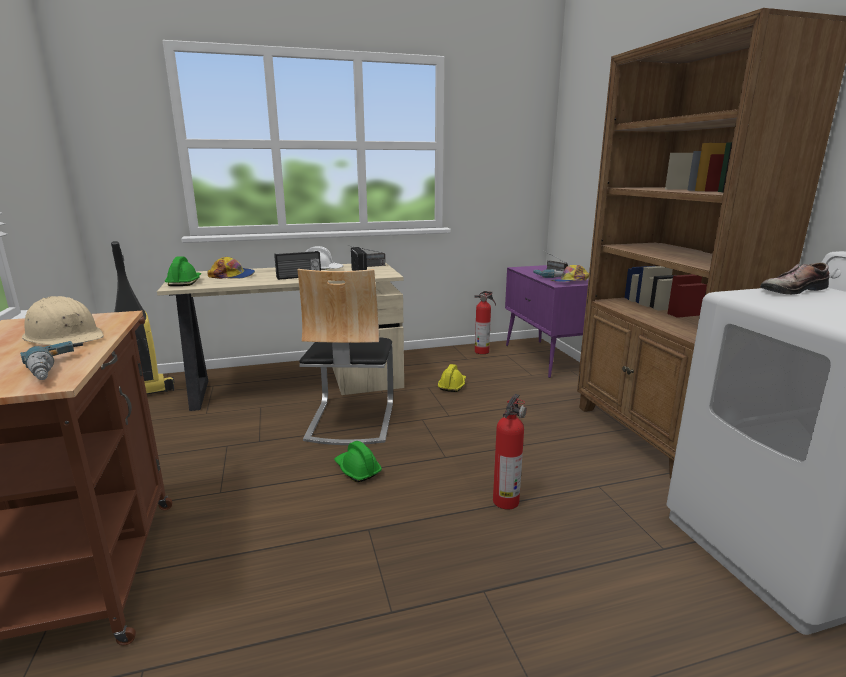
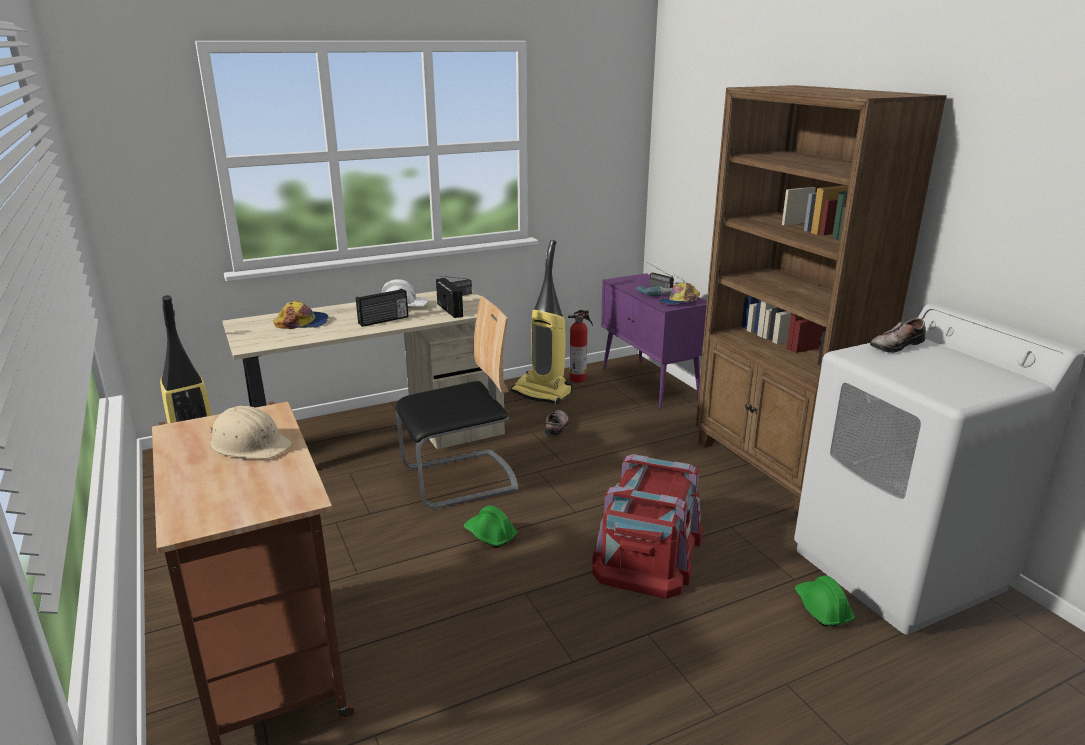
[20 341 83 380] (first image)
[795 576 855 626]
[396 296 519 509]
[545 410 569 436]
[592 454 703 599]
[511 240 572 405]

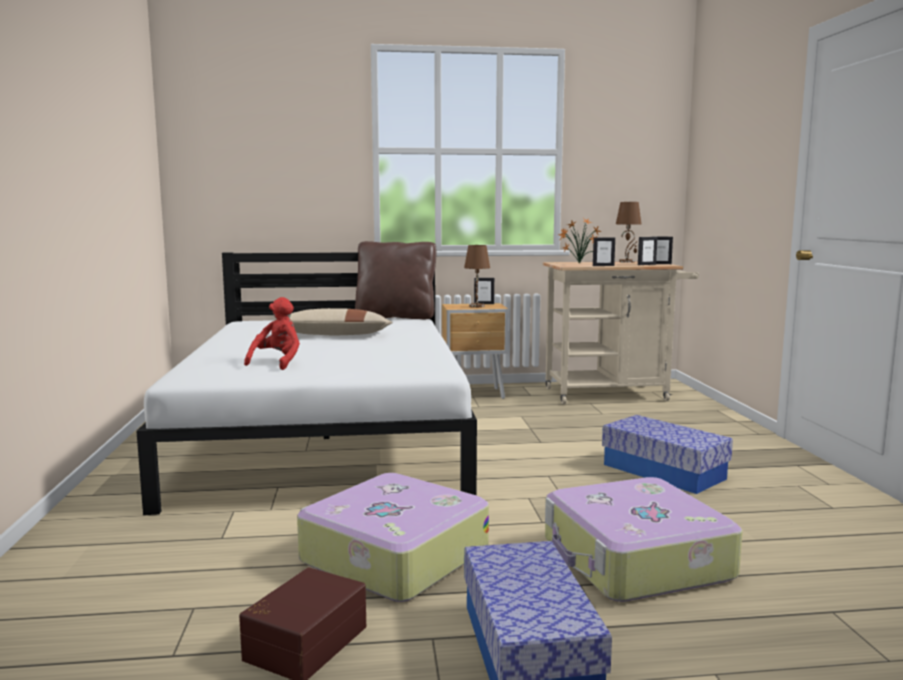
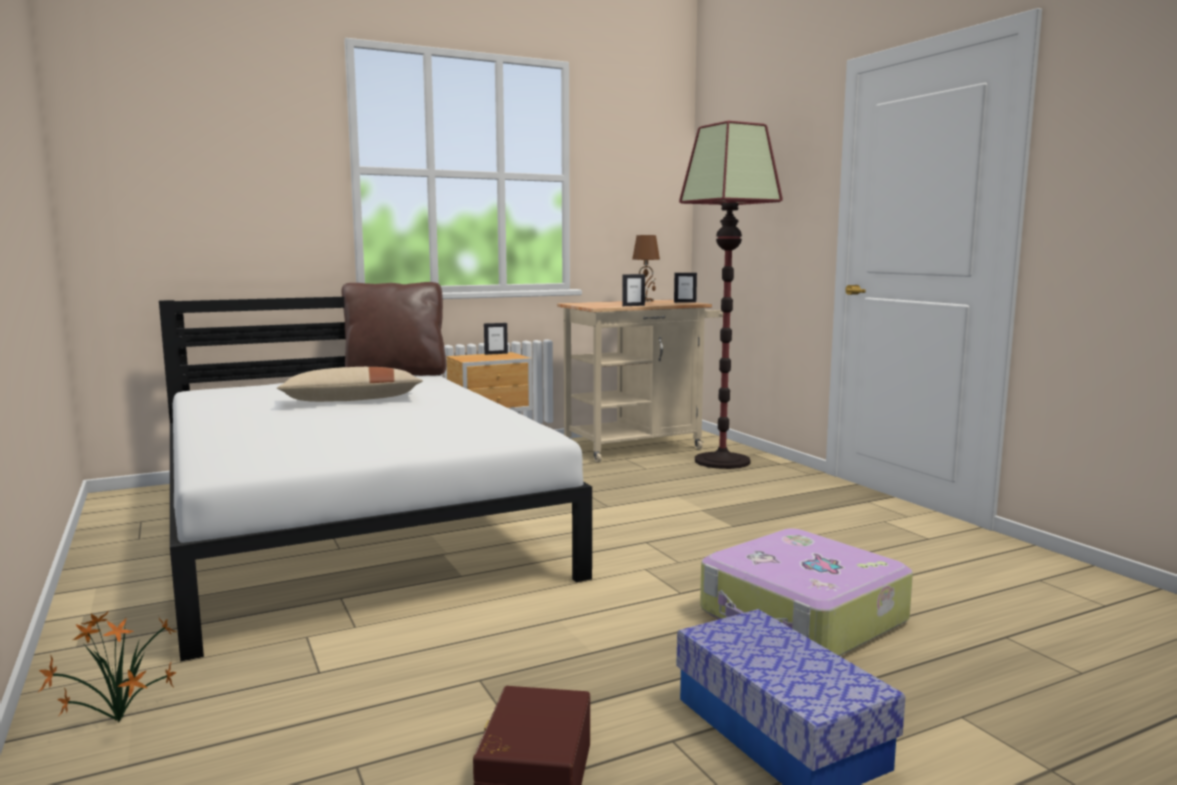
[244 297 300 370] (first image)
[297 473 489 602] (first image)
[464 245 490 308] (first image)
[38 612 177 722]
[602 415 733 494] (first image)
[638 237 657 265] (first image)
[679 121 783 469]

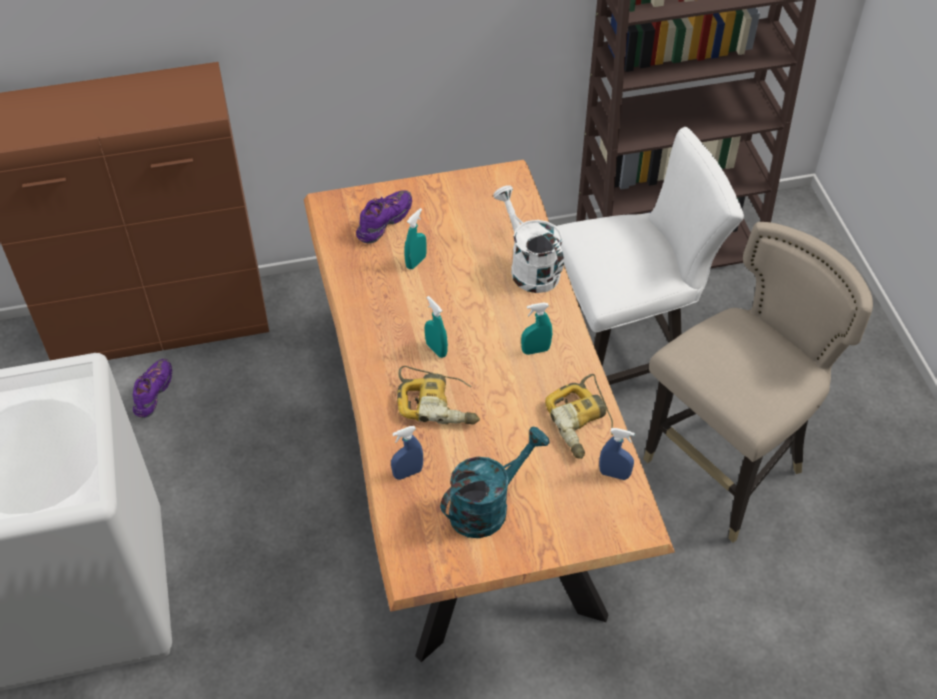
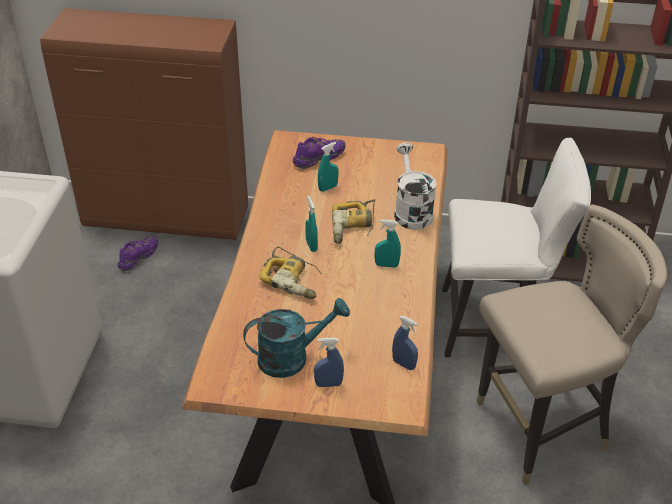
[314 338 344 387]
[332 199 376 244]

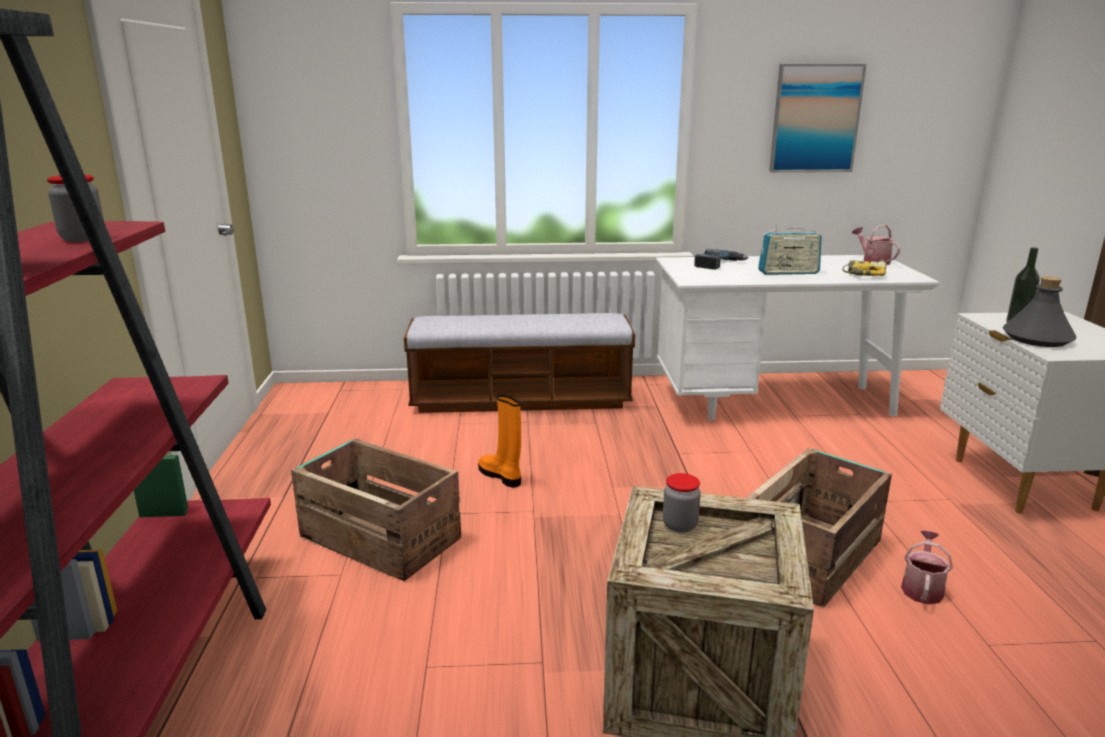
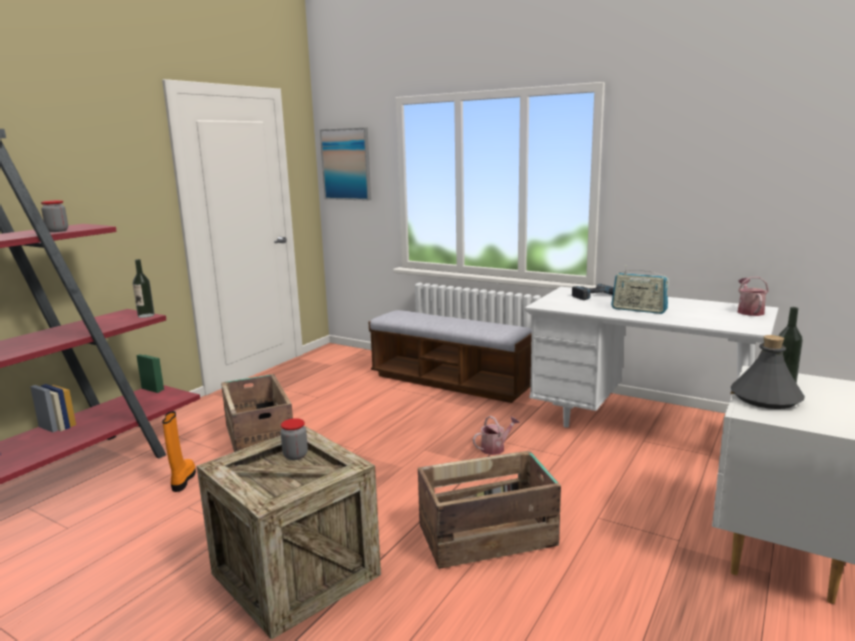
[162 411 196 492]
[320 128 371 201]
[843 260 886 276] (first image)
[473 416 520 455]
[133 259 155 318]

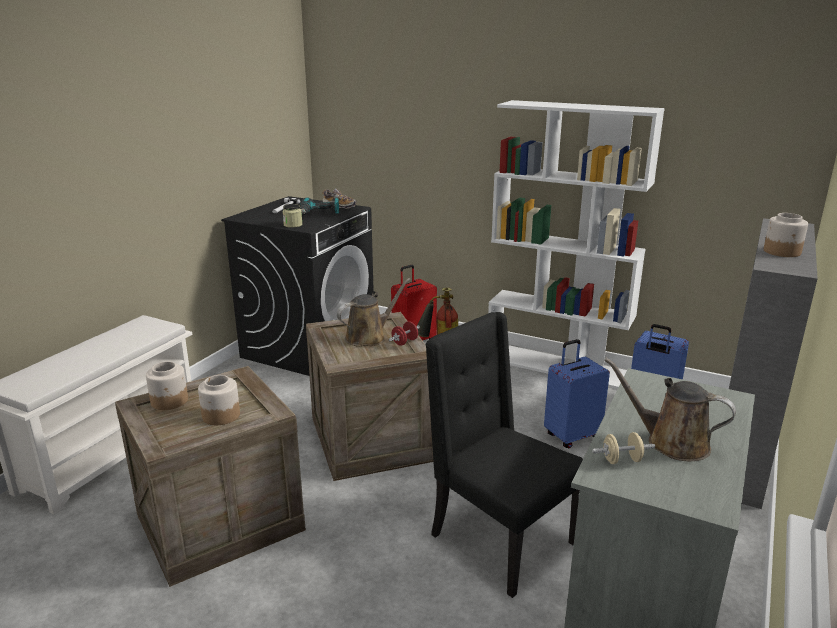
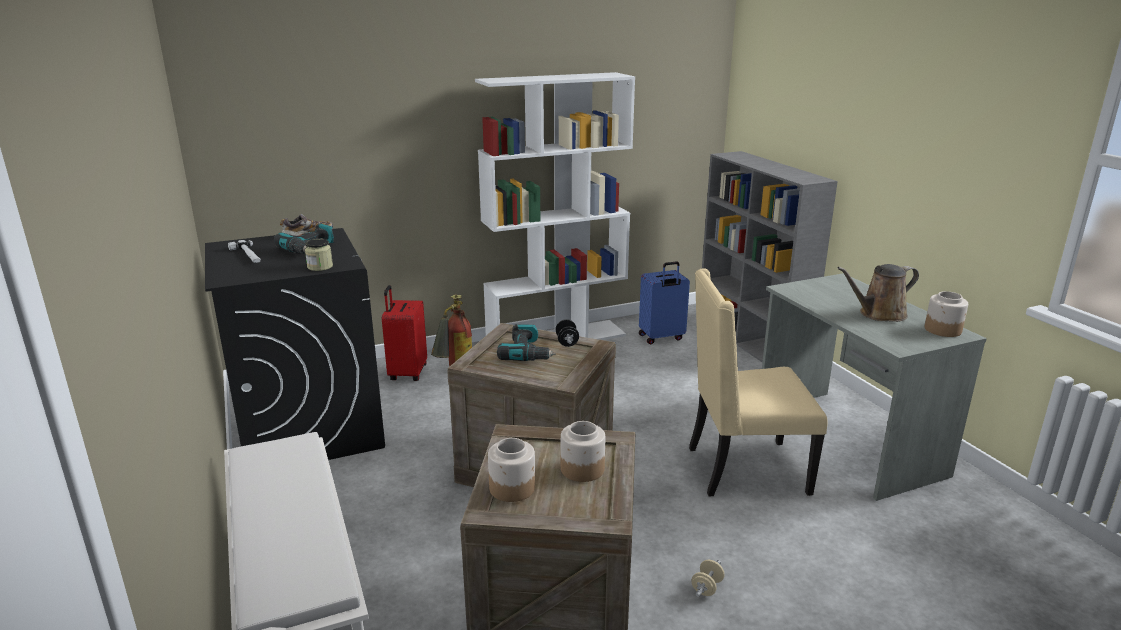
[497 324 556 361]
[555 319 579 347]
[689 268 828 496]
[544 339 610 448] (first image)
[691 560 725 597]
[925 291 968 337]

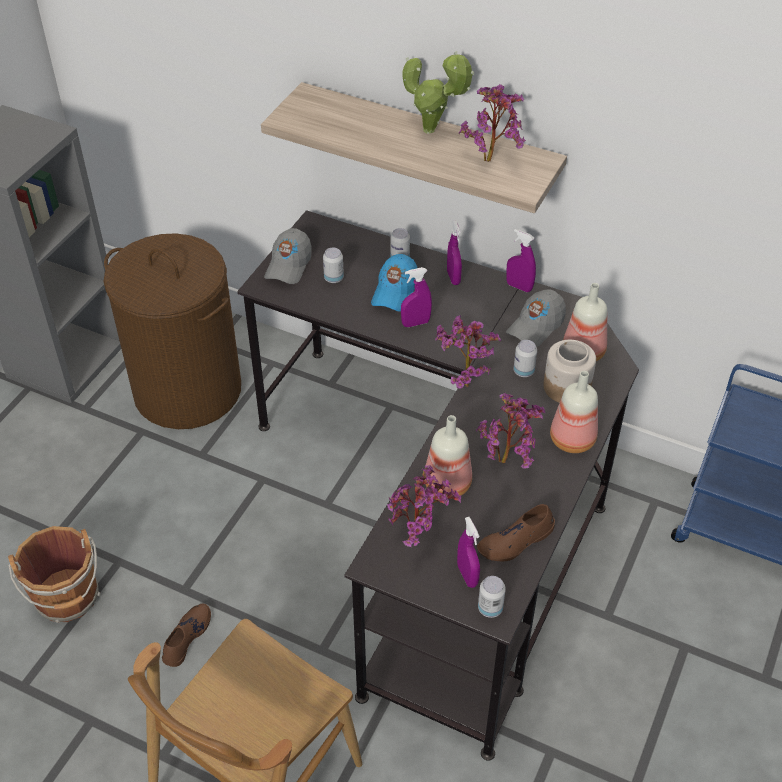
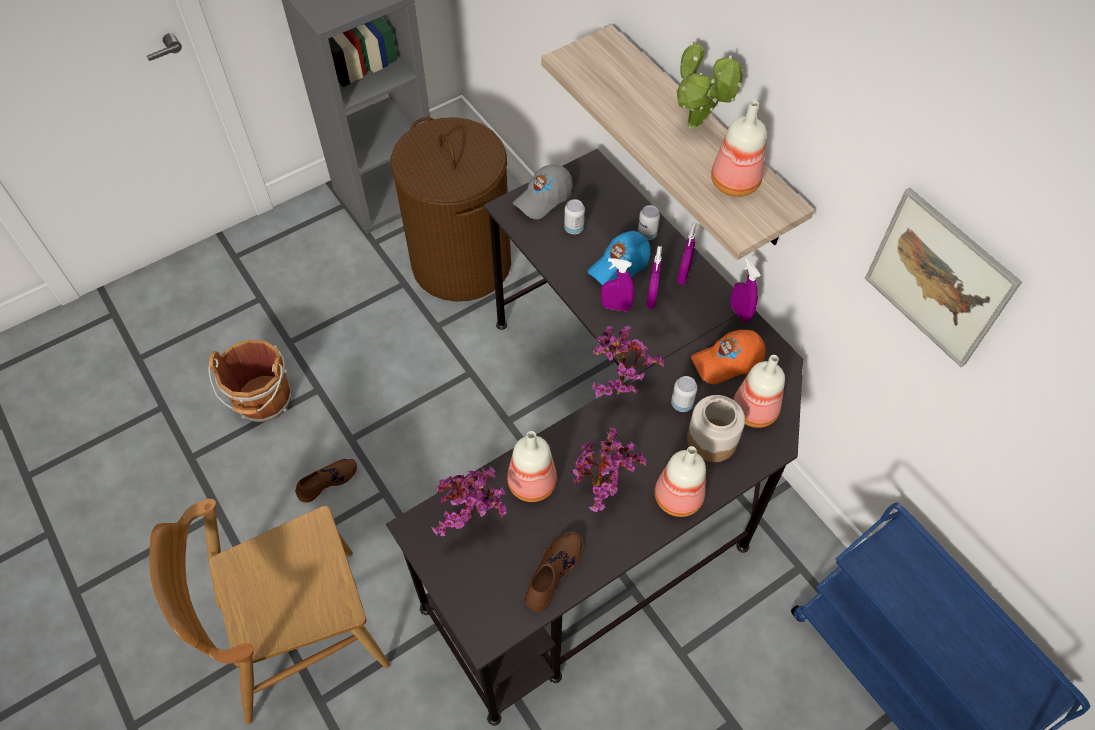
[646 246 662 309]
[711 100 767 197]
[524 531 583 612]
[478 576 506 618] (first image)
[691 330 766 384]
[865 188 1022 367]

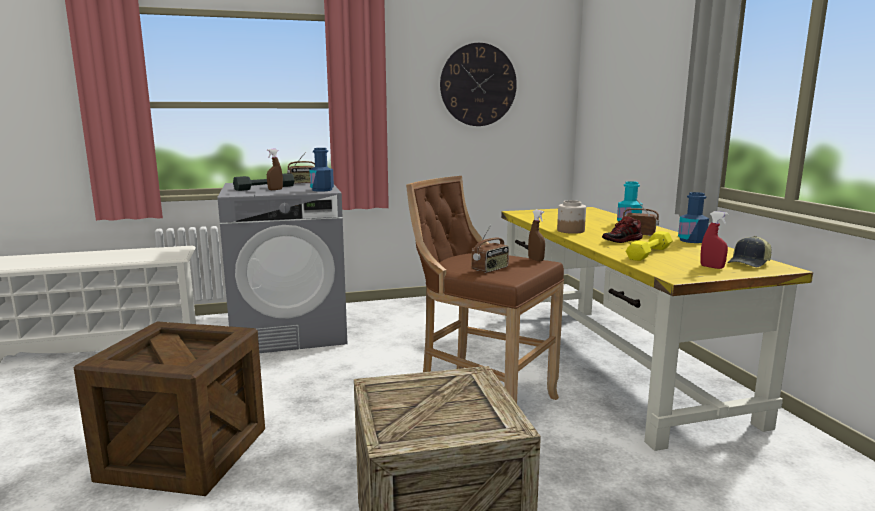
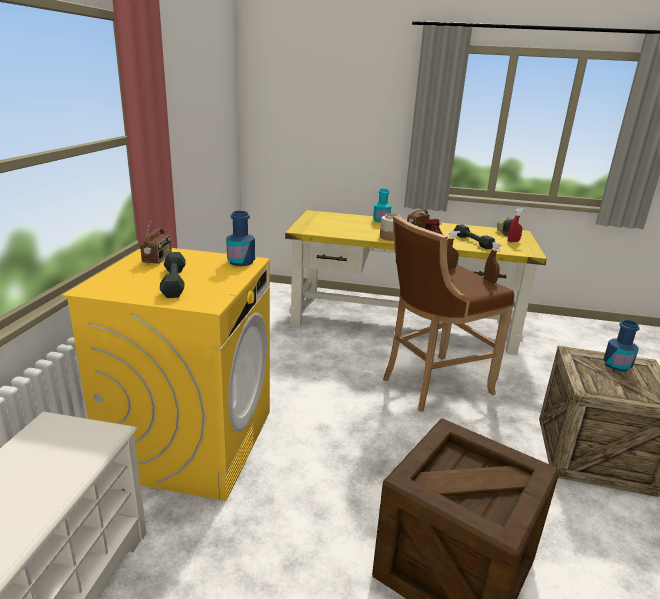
[62 248 270 501]
[484 242 502 283]
[440 43 517 126] (first image)
[471 225 509 273] (first image)
[454 225 495 250]
[604 320 640 371]

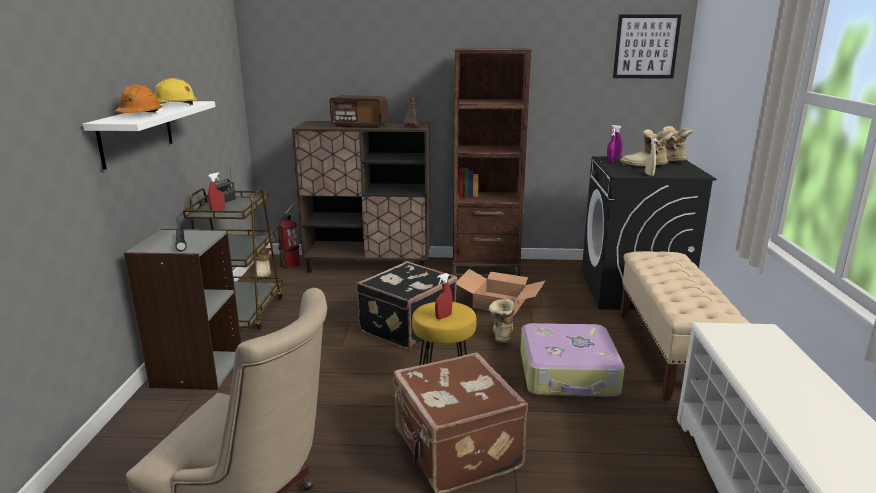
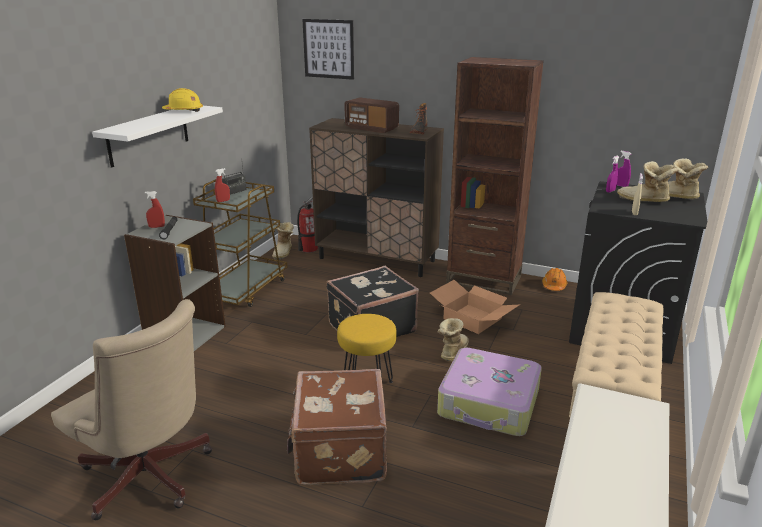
[542 268 568 291]
[145 191 165 228]
[302 19 354 80]

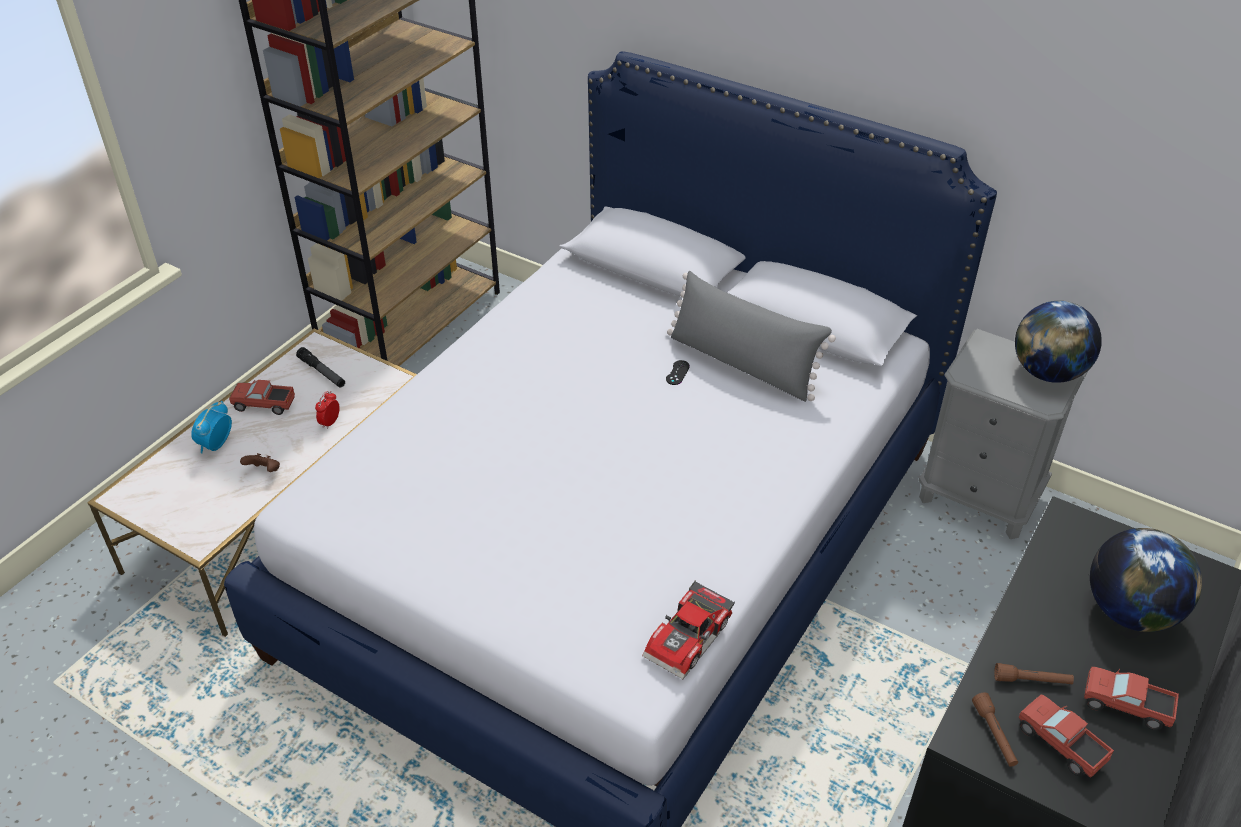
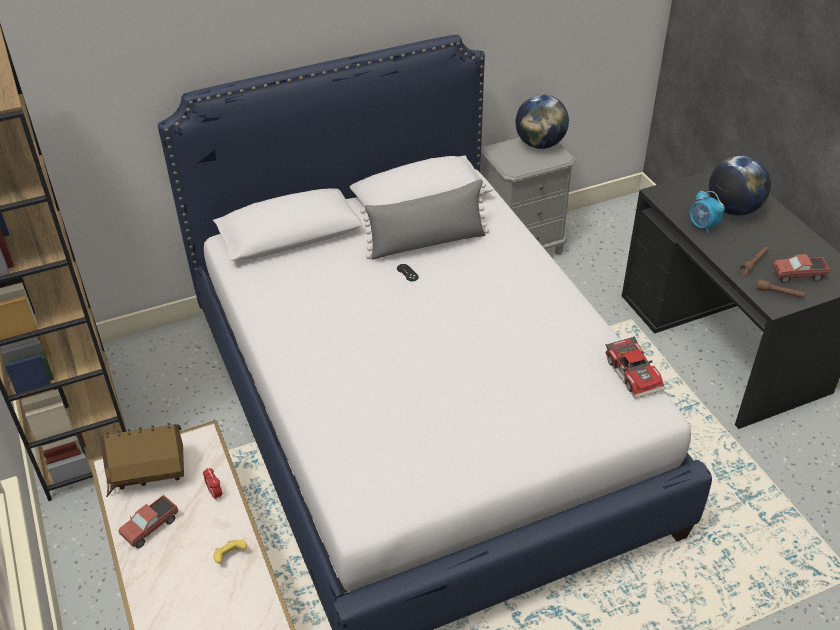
[690 191 725 234]
[214 540 247 564]
[99 423 184 497]
[1084 667 1179 730] (first image)

